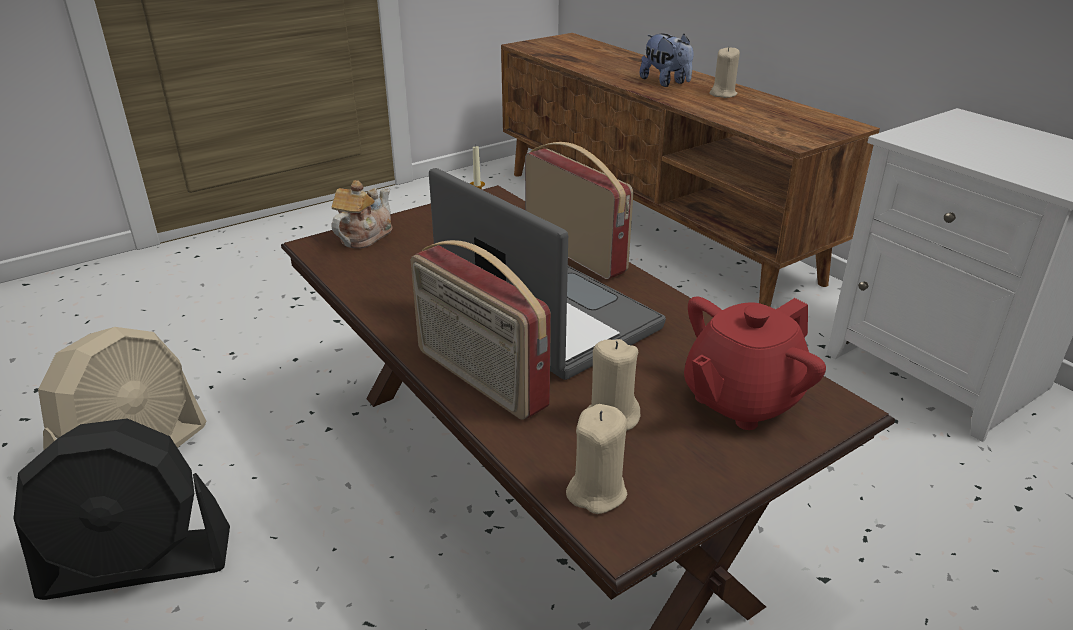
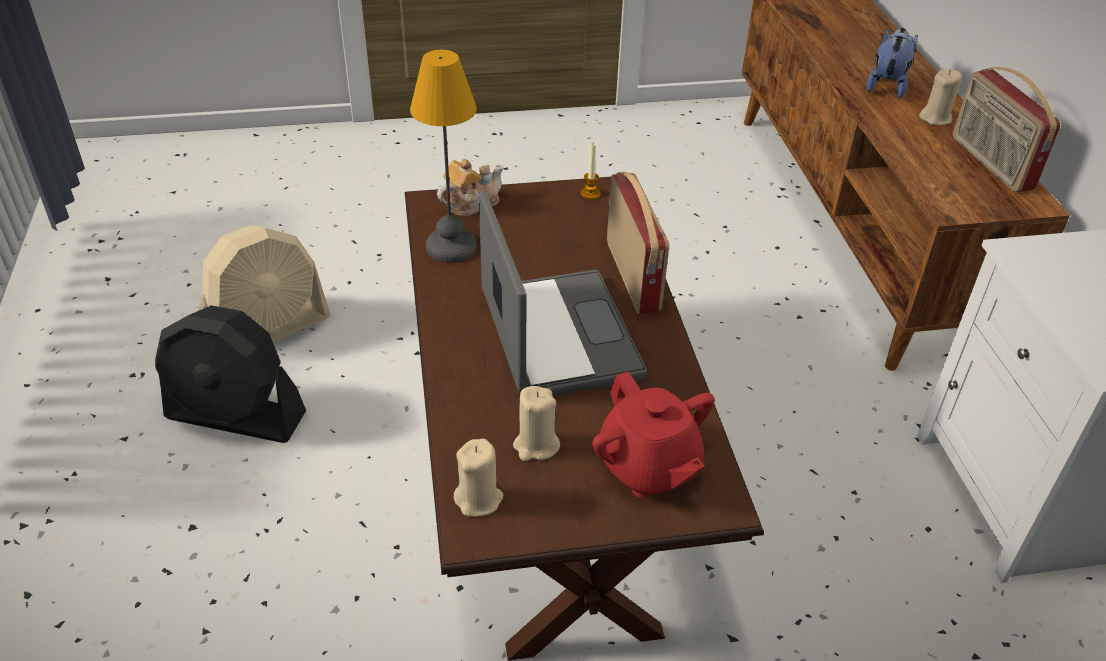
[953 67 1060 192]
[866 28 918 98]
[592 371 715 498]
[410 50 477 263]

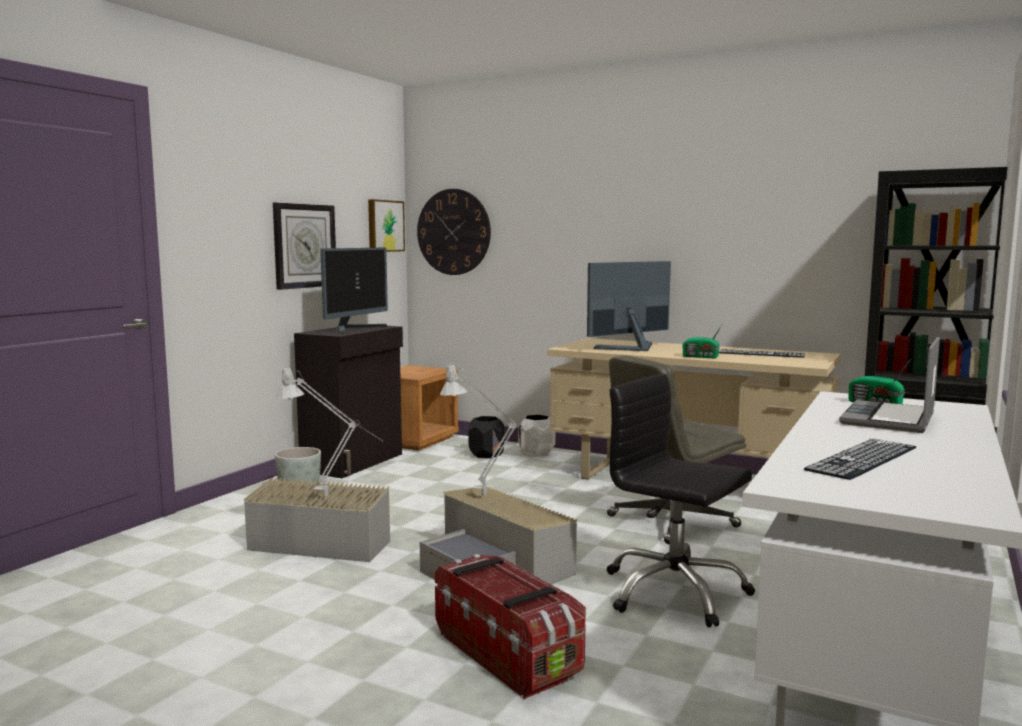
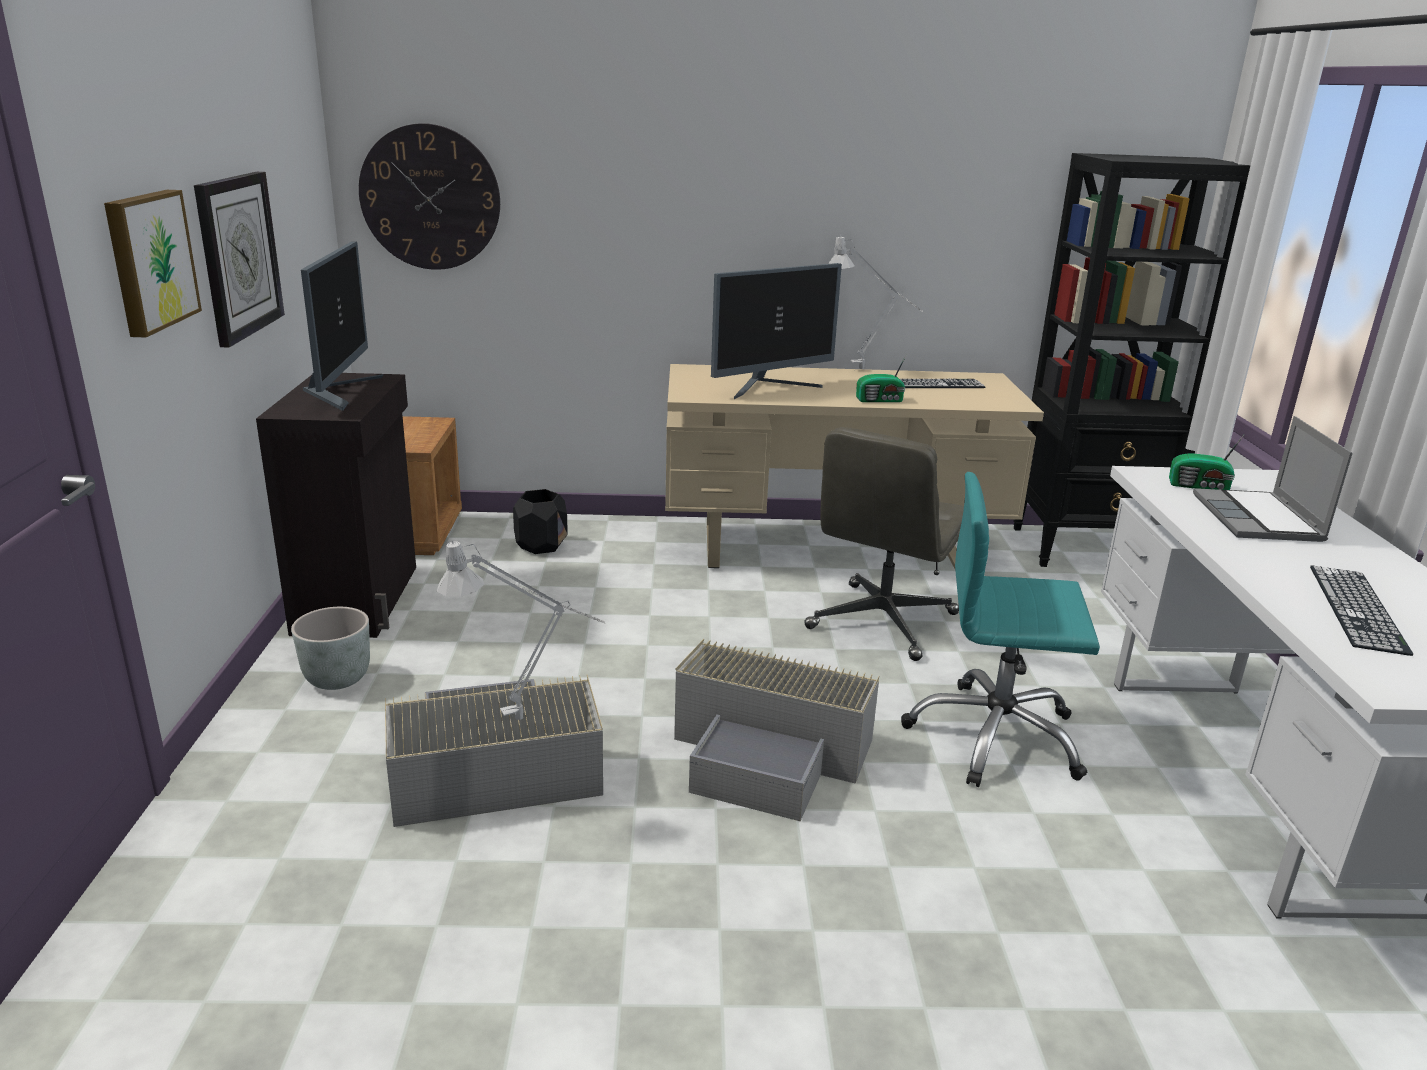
[104 190 202 337]
[435 554 586 699] (first image)
[828 235 923 369]
[518 415 556 457] (first image)
[711 263 842 399]
[901 472 1100 787]

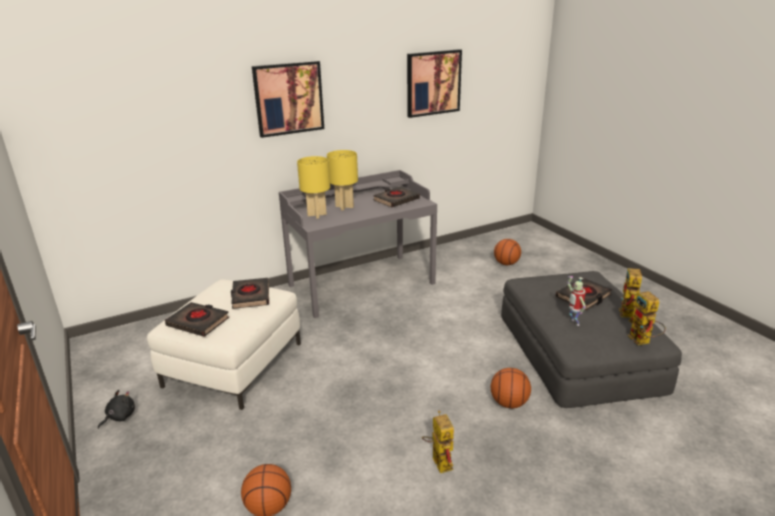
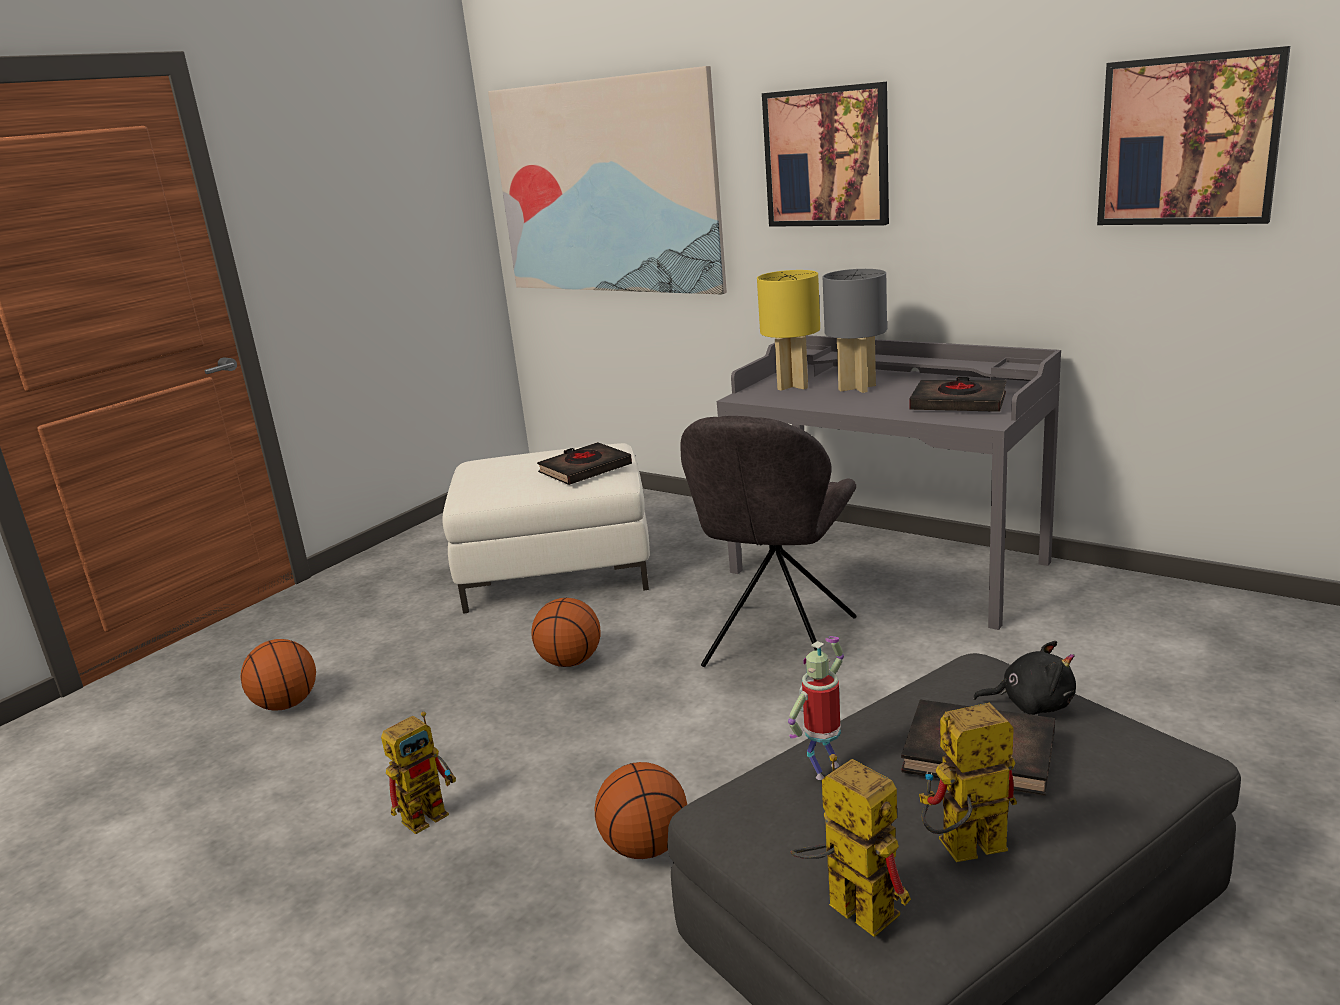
[973 641 1076 715]
[165 302 229 337] (first image)
[823 269 887 393]
[531 598 600 667]
[790 754 911 937]
[488 66 727 294]
[680 416 857 667]

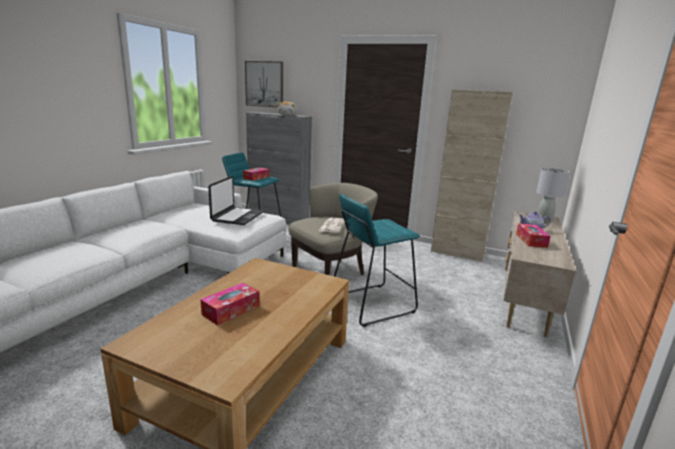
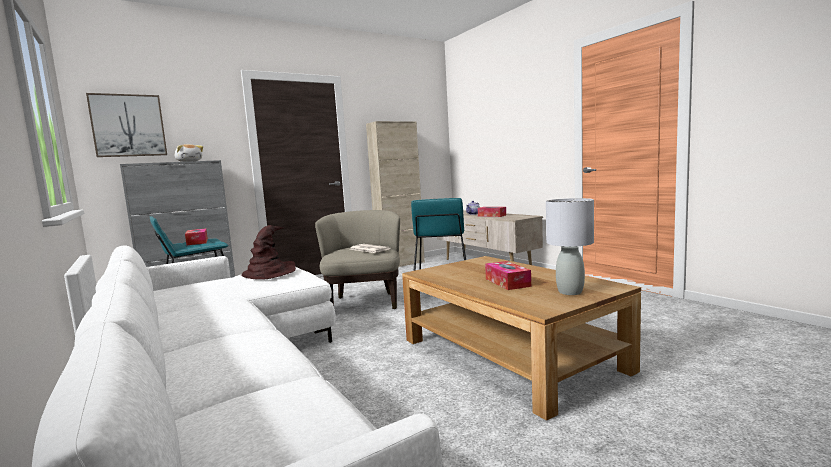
[241 225 296 280]
[546 198 594 295]

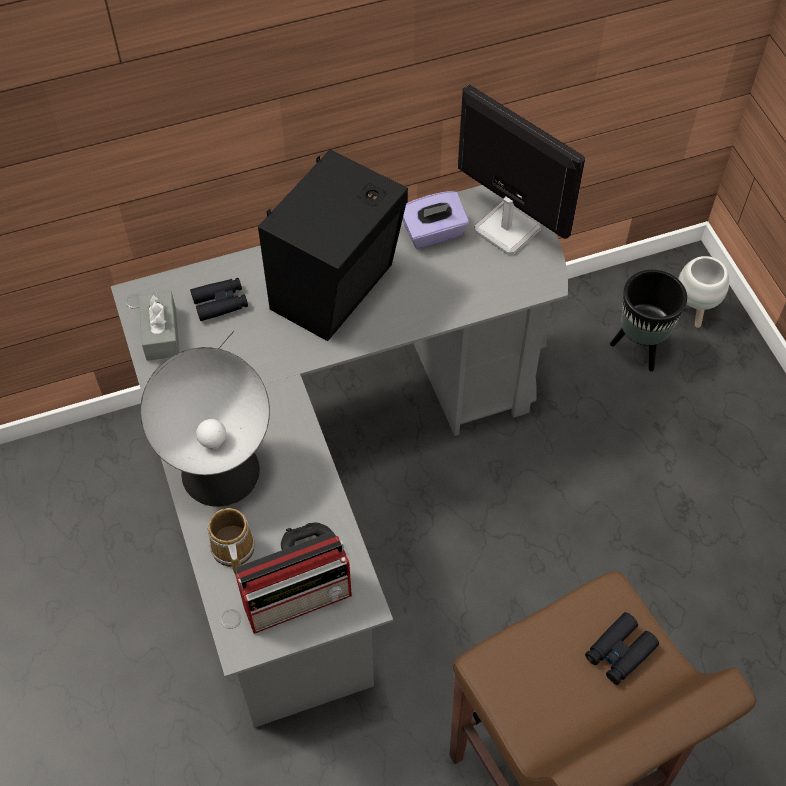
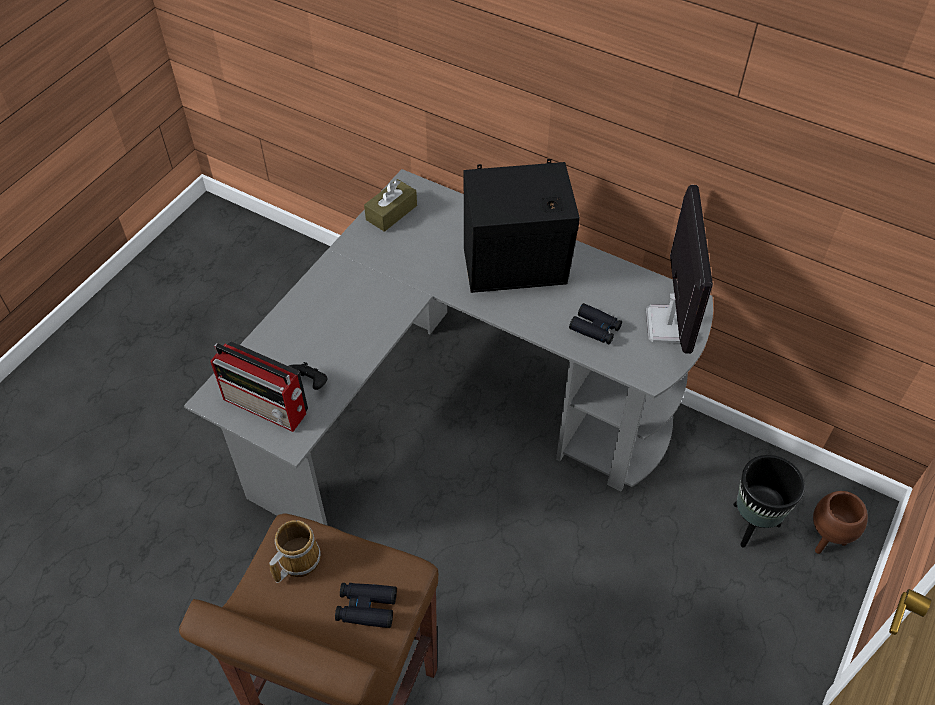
[364 179 417 232]
[140 331 270 507] (first image)
[569 303 622 345]
[270 520 321 583]
[402 191 469 249] (first image)
[813 491 868 554]

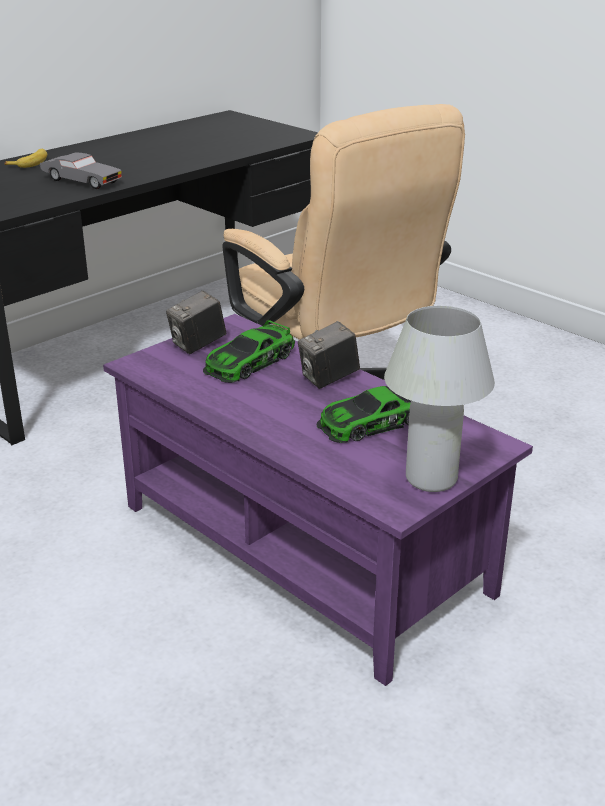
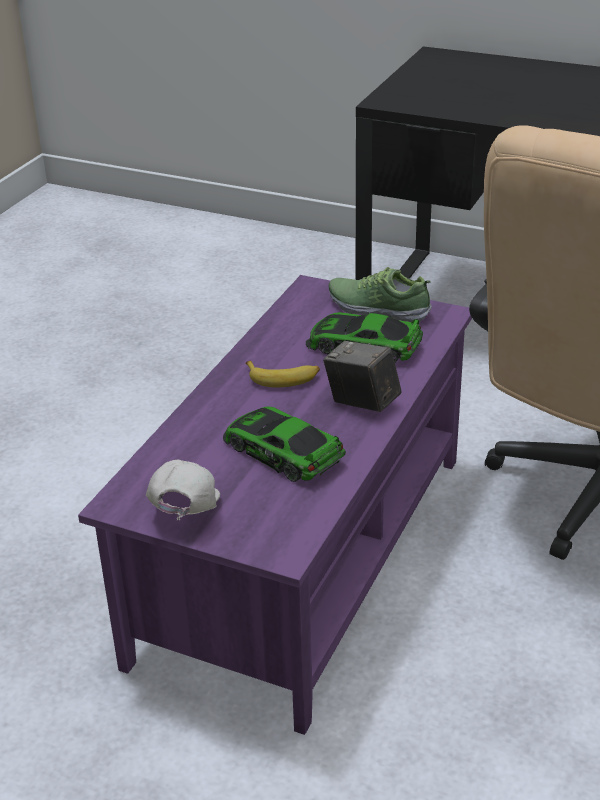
[246 361 320 388]
[40 153 122 189] (first image)
[328 267 432 322]
[146 460 220 520]

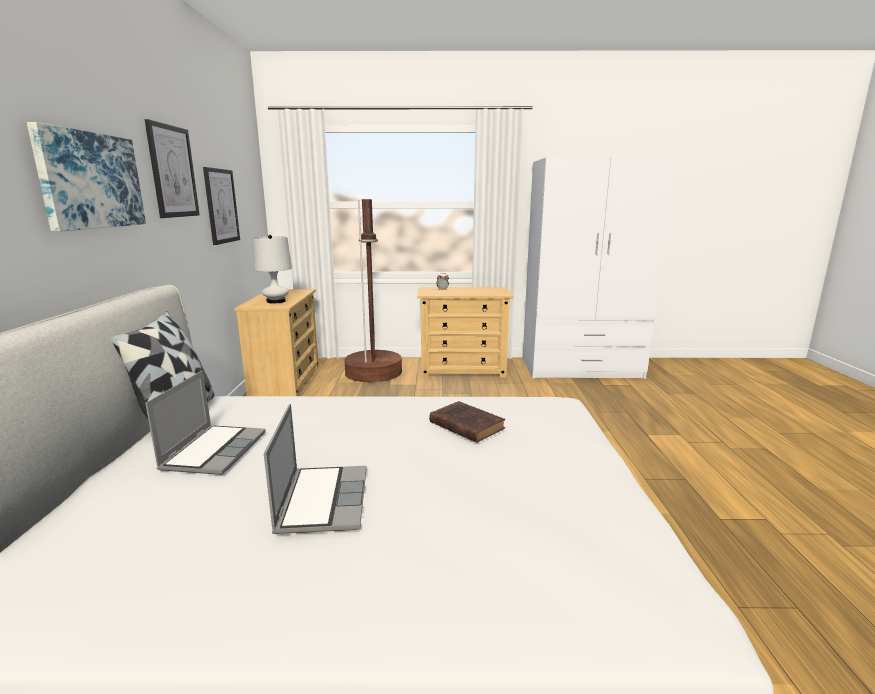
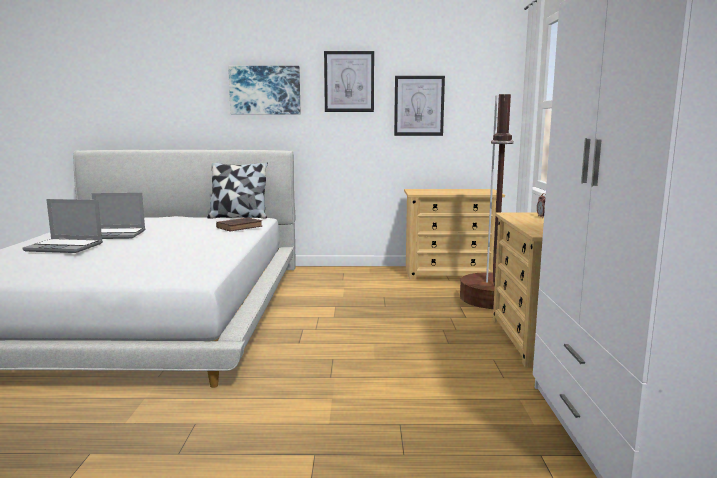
[22 199 103 253]
[252 235 292 303] (first image)
[216 217 262 231]

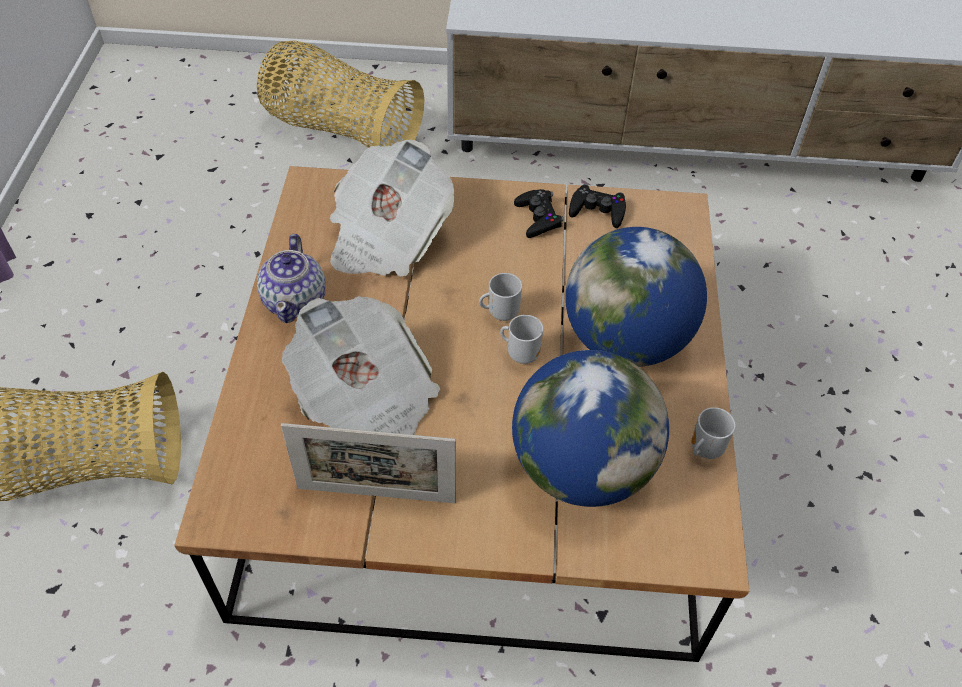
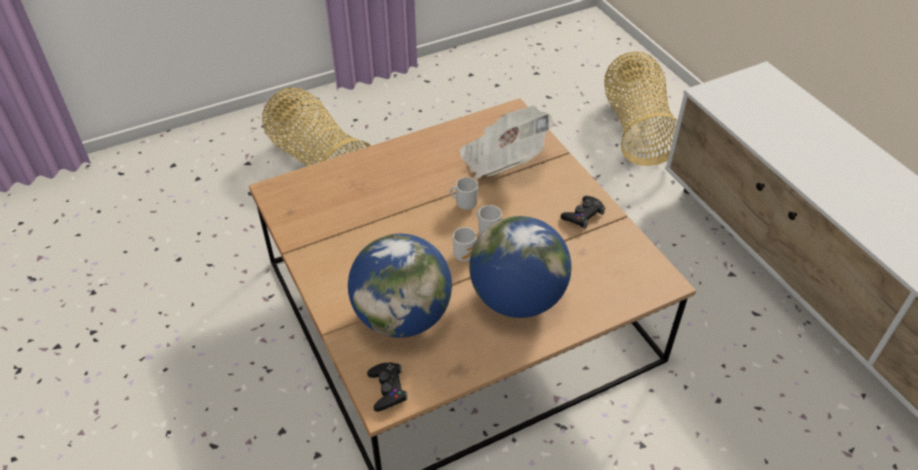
[257 234 326 323] (first image)
[281 423 456 503] (first image)
[282 296 440 435] (first image)
[367 362 408 412]
[450 177 478 210]

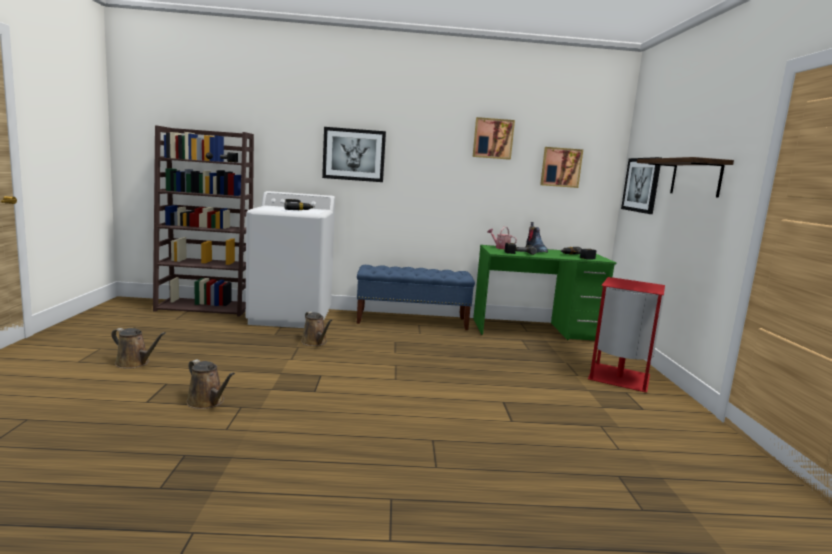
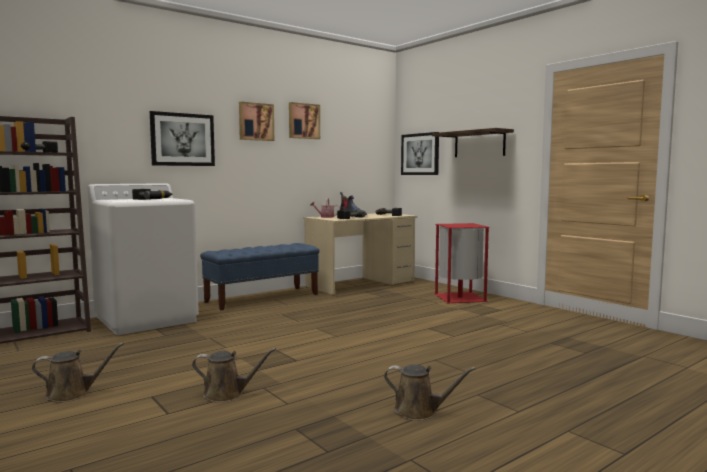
[384 365 476 421]
[304 213 418 295]
[239 102 274 141]

